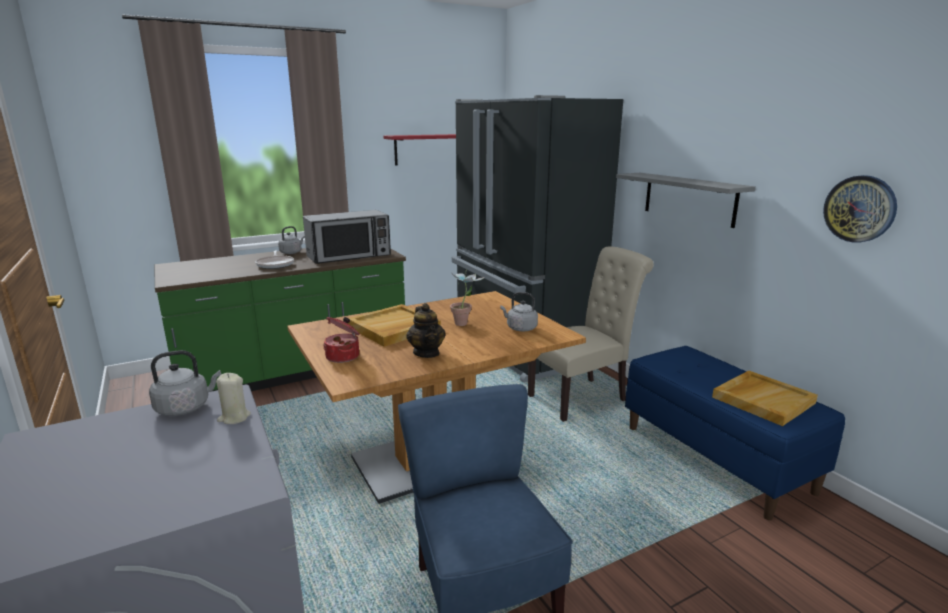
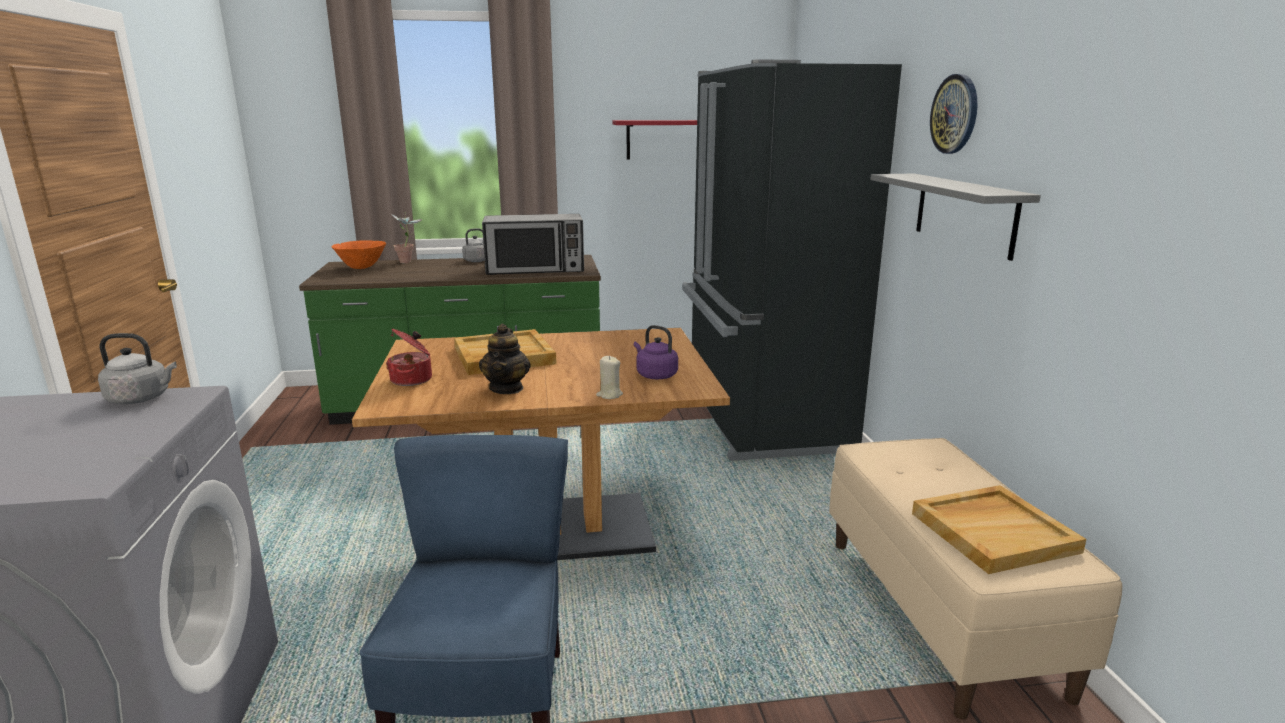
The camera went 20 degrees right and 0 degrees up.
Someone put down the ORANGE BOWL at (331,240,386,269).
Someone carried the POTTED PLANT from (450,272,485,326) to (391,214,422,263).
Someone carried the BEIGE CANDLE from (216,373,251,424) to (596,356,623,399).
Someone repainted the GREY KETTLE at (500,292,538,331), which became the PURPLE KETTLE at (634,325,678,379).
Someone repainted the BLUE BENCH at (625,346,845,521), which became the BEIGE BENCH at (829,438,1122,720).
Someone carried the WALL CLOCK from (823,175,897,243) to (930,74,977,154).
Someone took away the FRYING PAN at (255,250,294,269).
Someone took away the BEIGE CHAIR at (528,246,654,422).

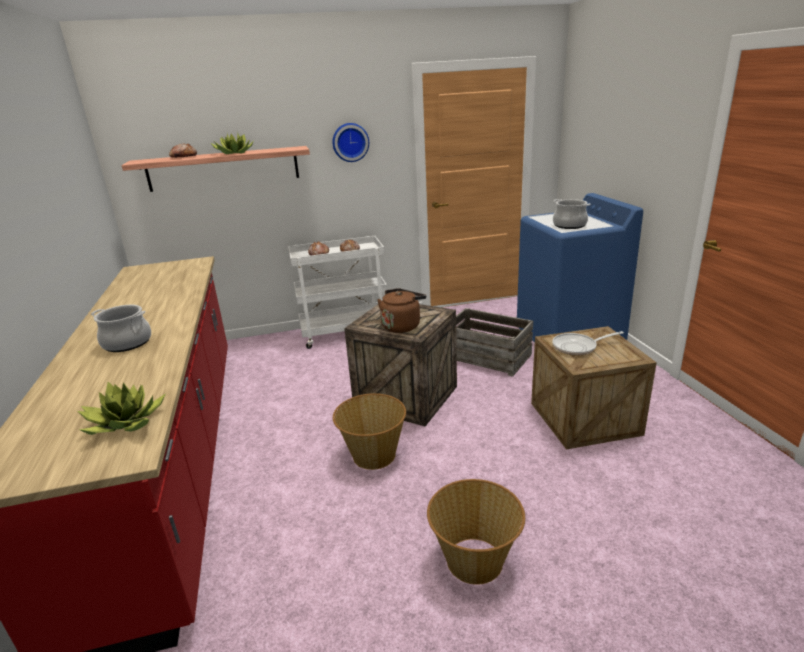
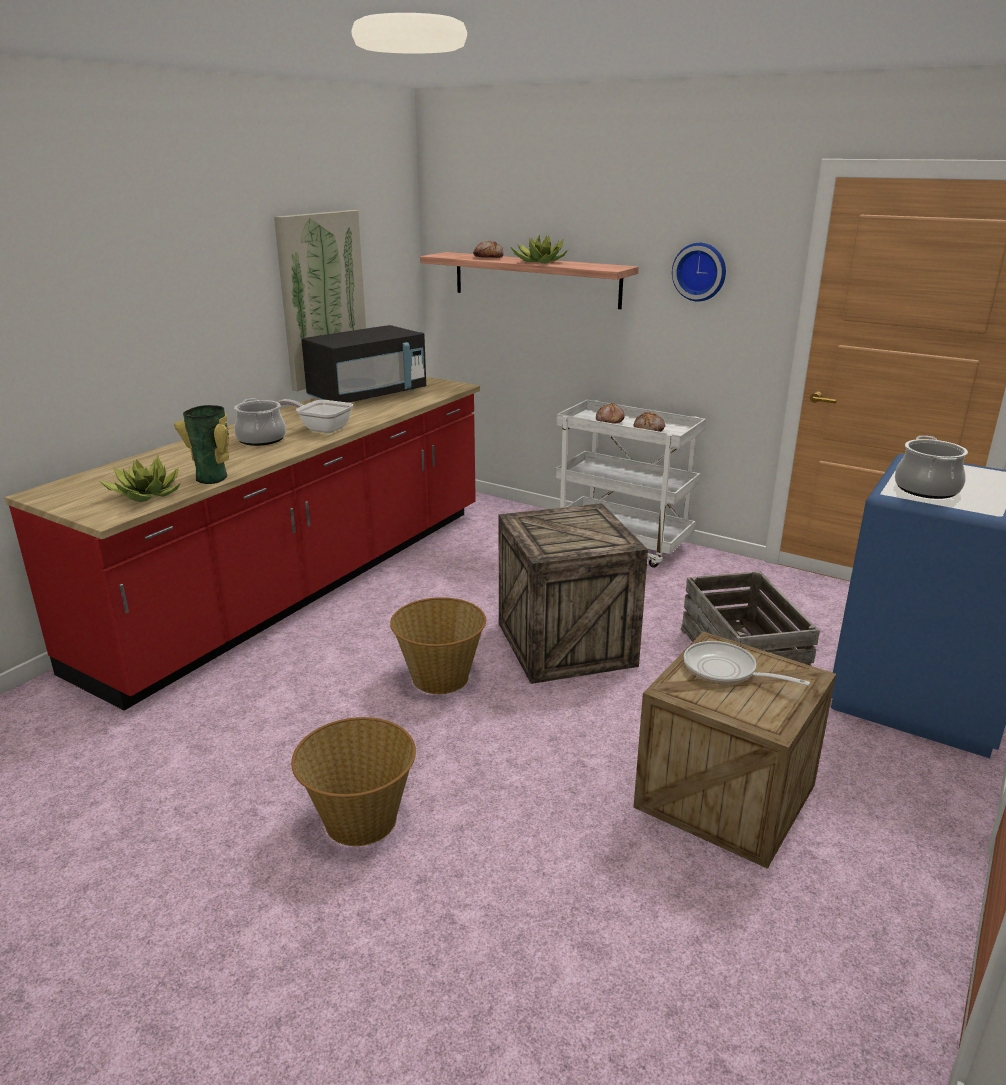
The camera went 45 degrees right and 0 degrees up.
Someone put down the VASE at (174,405,229,484).
Someone put up the PICTURE at (274,210,366,391).
Someone put down the FRYING PAN at (278,399,353,433).
Someone put down the BLACK MICROWAVE at (301,325,426,403).
Someone took away the BROWN KETTLE at (377,288,426,333).

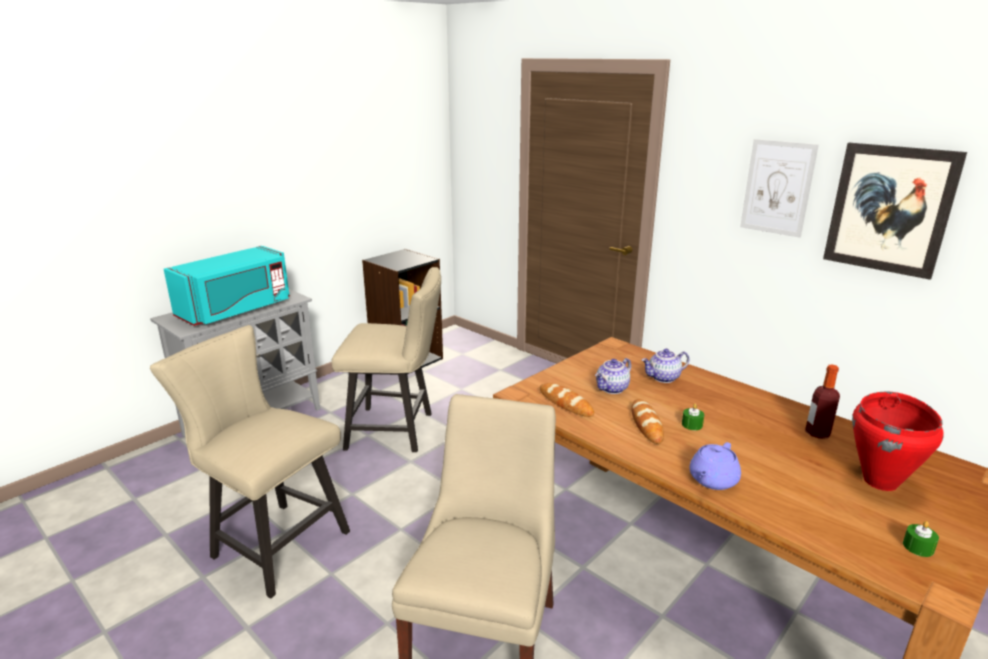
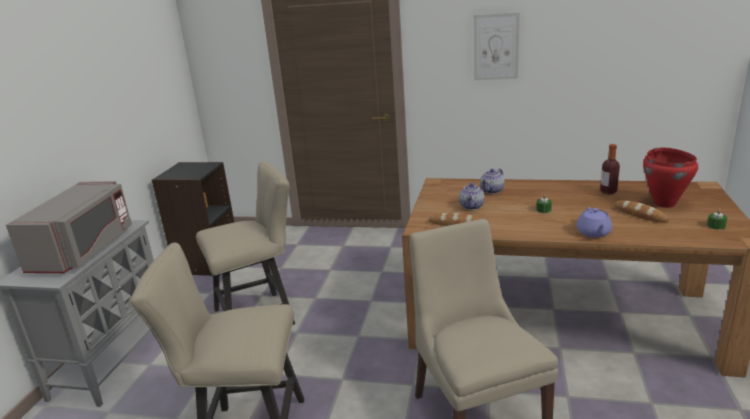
The camera went 30 degrees left and 0 degrees up.
Someone repainted the TURQUOISE MICROWAVE at (164,246,290,326), which became the GREY MICROWAVE at (6,181,132,273).
Someone carried the BREAD from (631,399,664,444) to (614,200,669,223).
Someone took away the PICTURE at (823,143,967,280).

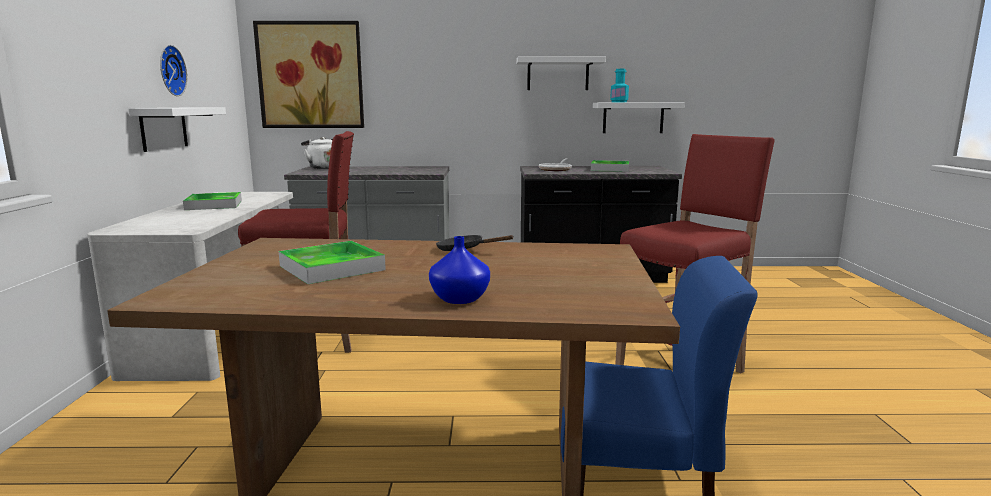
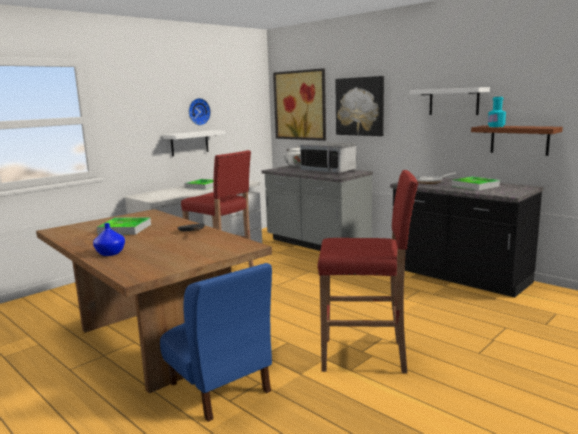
The camera went 45 degrees right and 0 degrees up.
Someone put down the MICROWAVE at (300,142,356,174).
Someone put up the PICTURE at (335,76,384,136).
Someone repainted the WHITE SHELF at (593,103,685,133), which became the BROWN SHELF at (471,126,563,156).

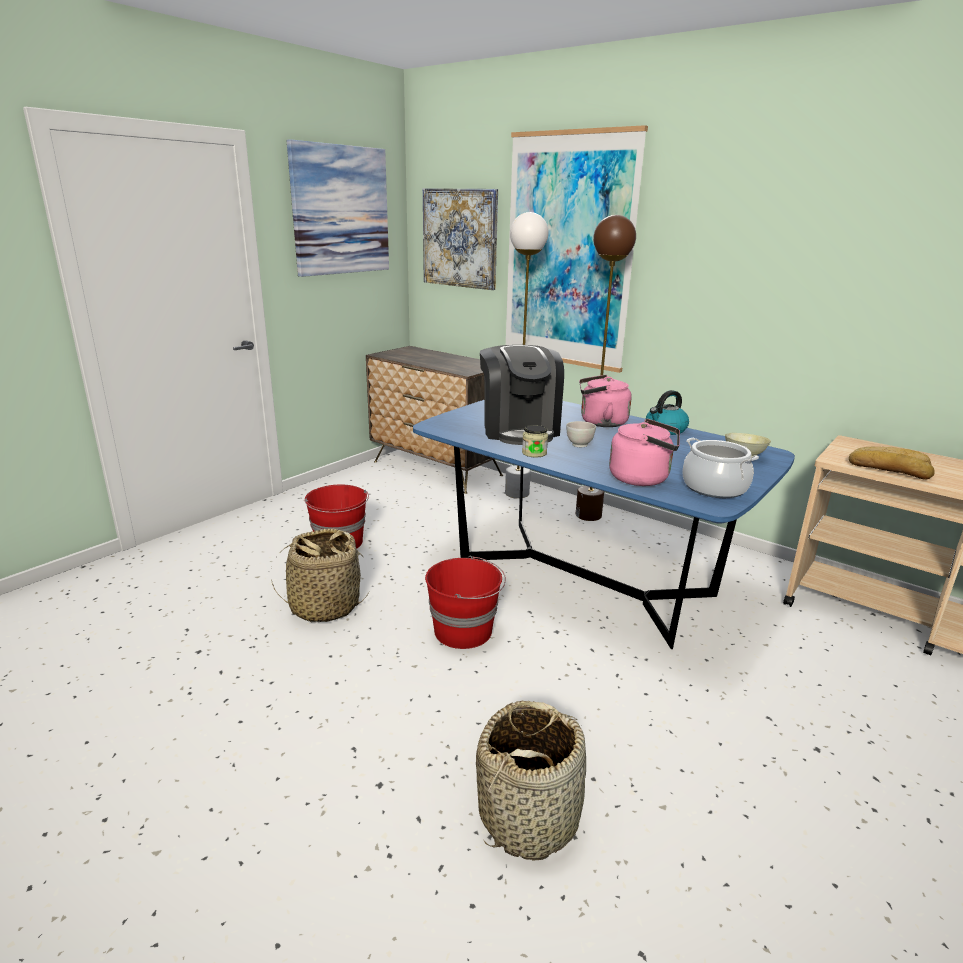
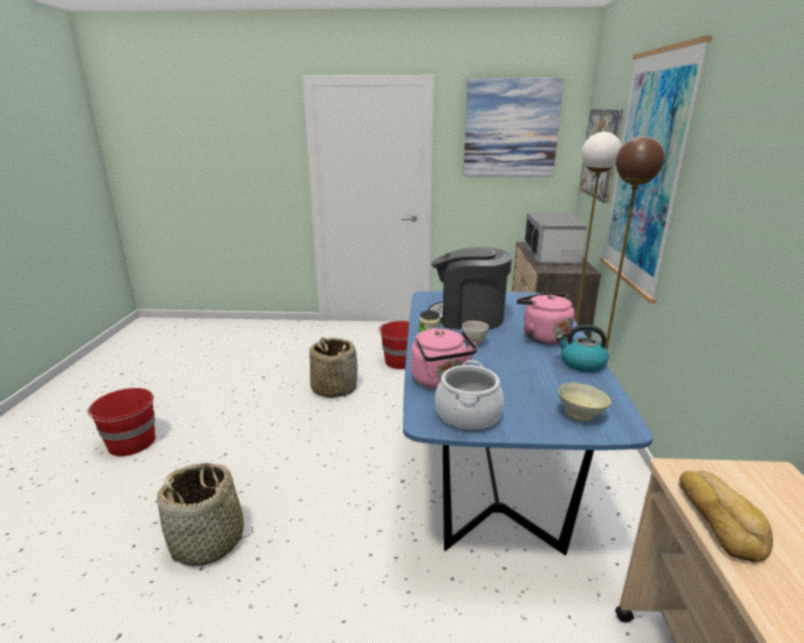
The camera went 55 degrees right and 0 degrees up.
Someone carried the RED BUCKET from (425,556,506,649) to (87,388,155,456).
Someone rotated the COFFEE MACHINE at (480,345,564,445) by 60 degrees clockwise.
Someone put down the MICROWAVE at (524,212,587,263).

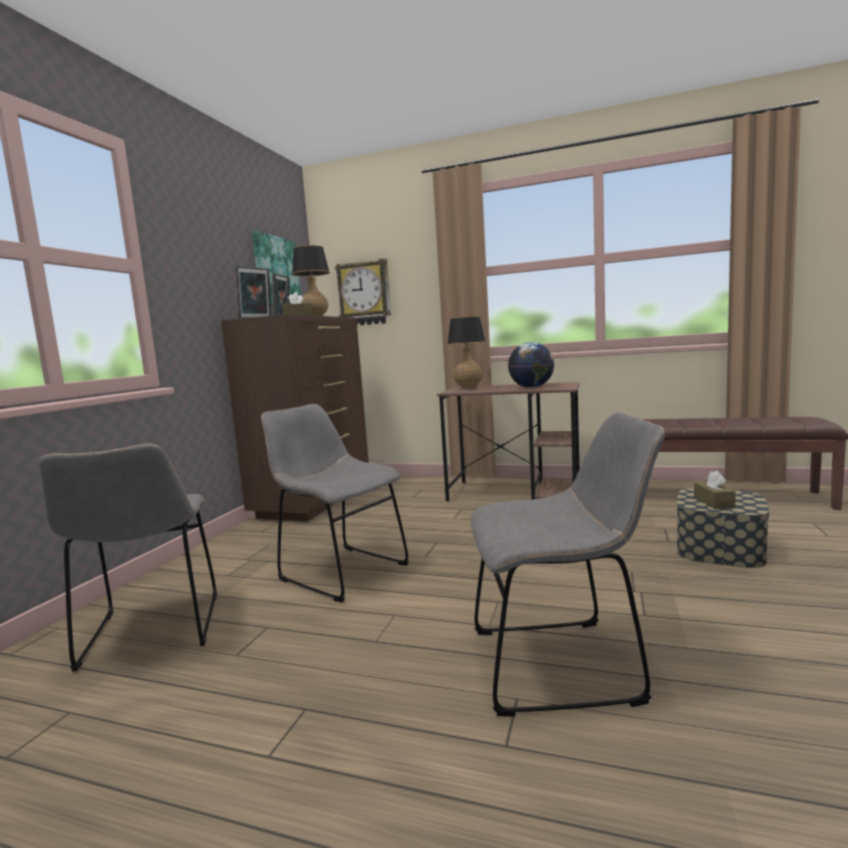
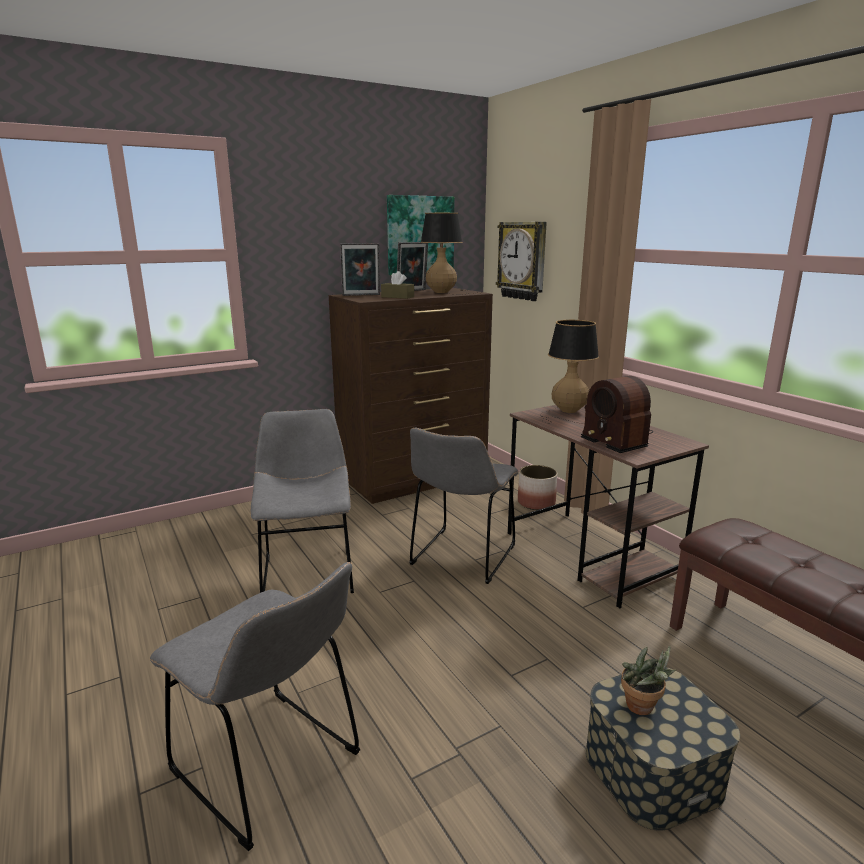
The camera went 40 degrees right and 10 degrees up.
Someone carried the GREY CHAIR from (39,443,217,672) to (409,428,519,584).
Someone put down the PLANTER at (518,465,557,510).
Someone swapped the GLOBE at (508,342,554,388) for the RADIO at (581,376,653,453).
Someone swapped the BROWN TISSUE BOX at (694,470,736,509) for the POTTED PLANT at (621,646,676,715).

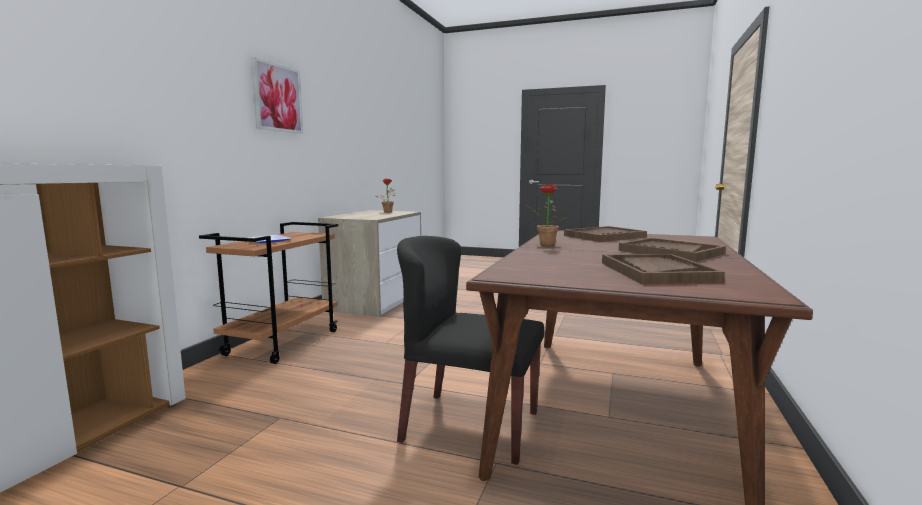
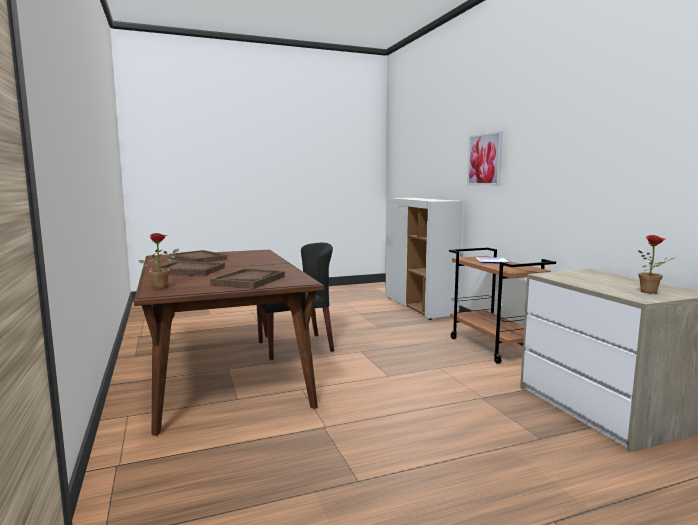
The camera went 140 degrees right and 0 degrees up.
Someone carried the POTTED PLANT from (525,184,568,246) to (139,233,179,289).
Someone carried the PICTURE from (252,57,303,134) to (467,131,503,186).

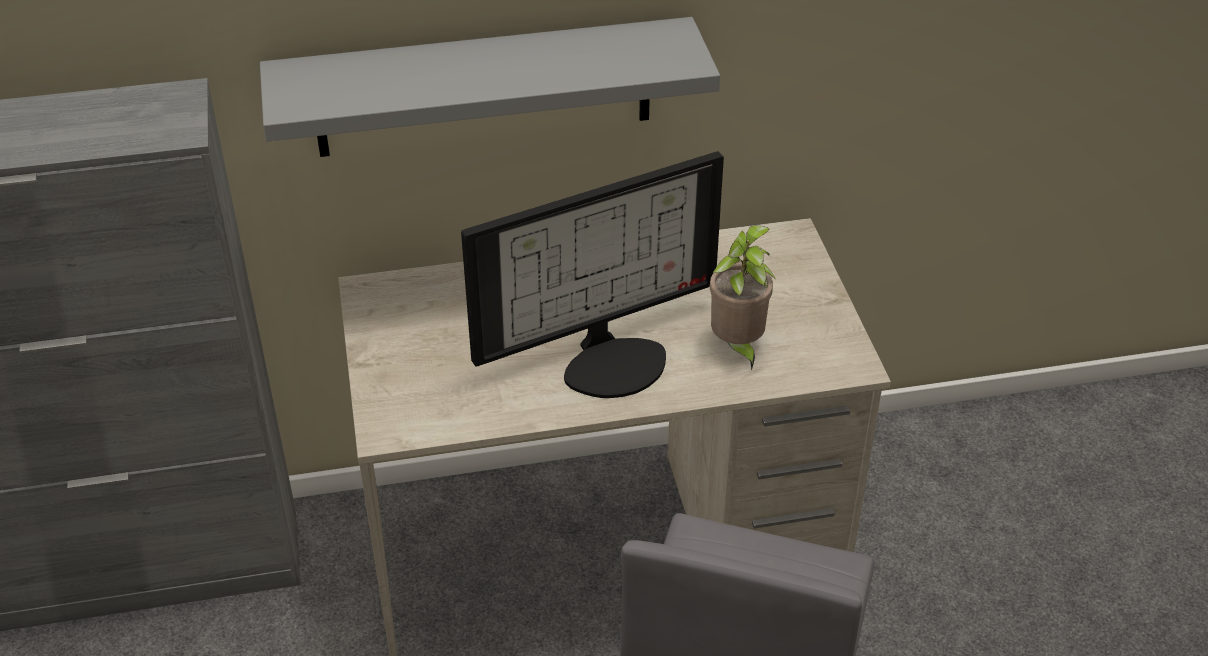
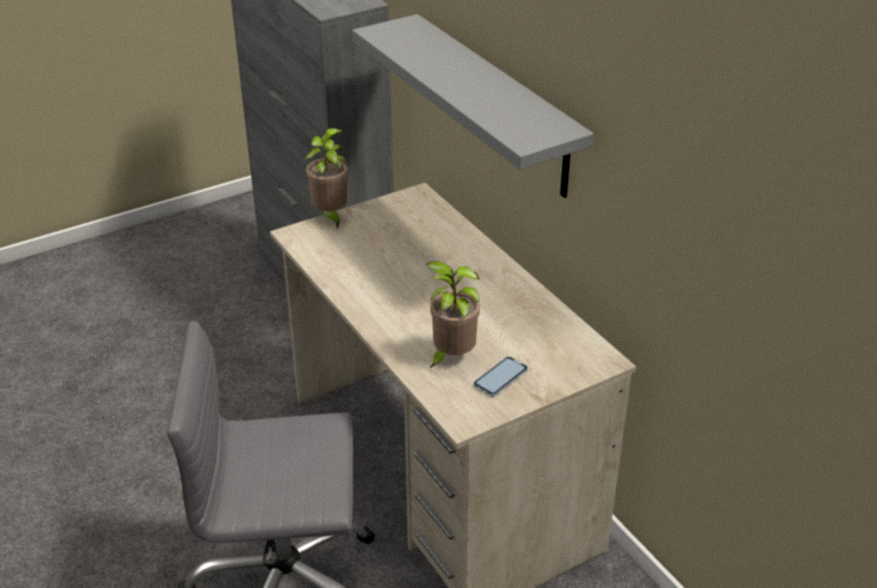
The camera went 70 degrees right and 5 degrees down.
Someone put down the POTTED PLANT at (305,128,349,229).
Someone put down the PHONE at (473,357,528,397).
Someone took away the MONITOR at (461,151,724,398).

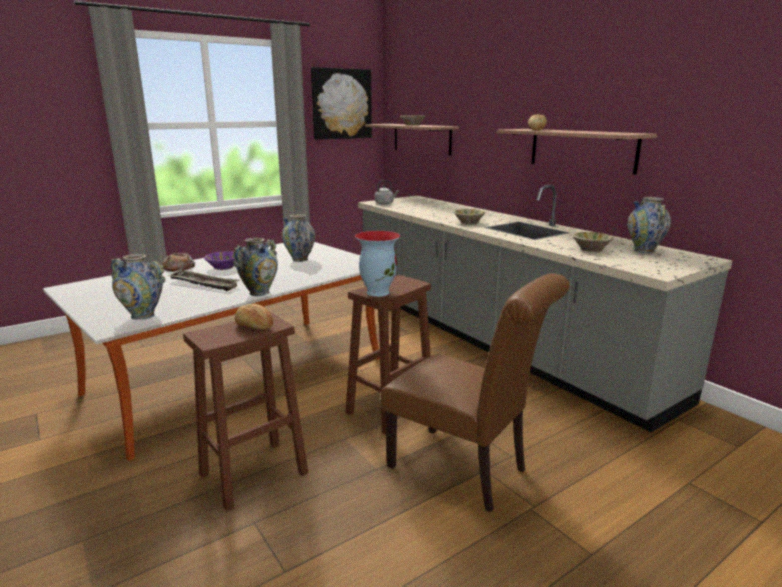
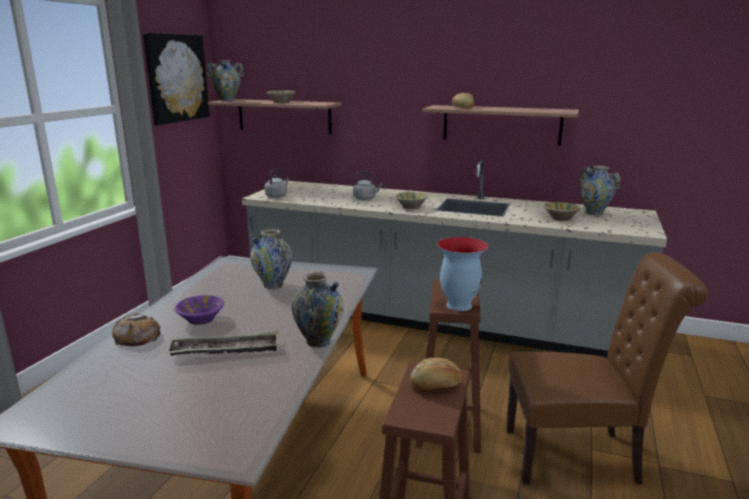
The camera went 35 degrees left and 0 degrees up.
Someone carried the VASE from (111,254,165,320) to (206,60,244,101).
Someone put down the GREY KETTLE at (353,171,382,200).

